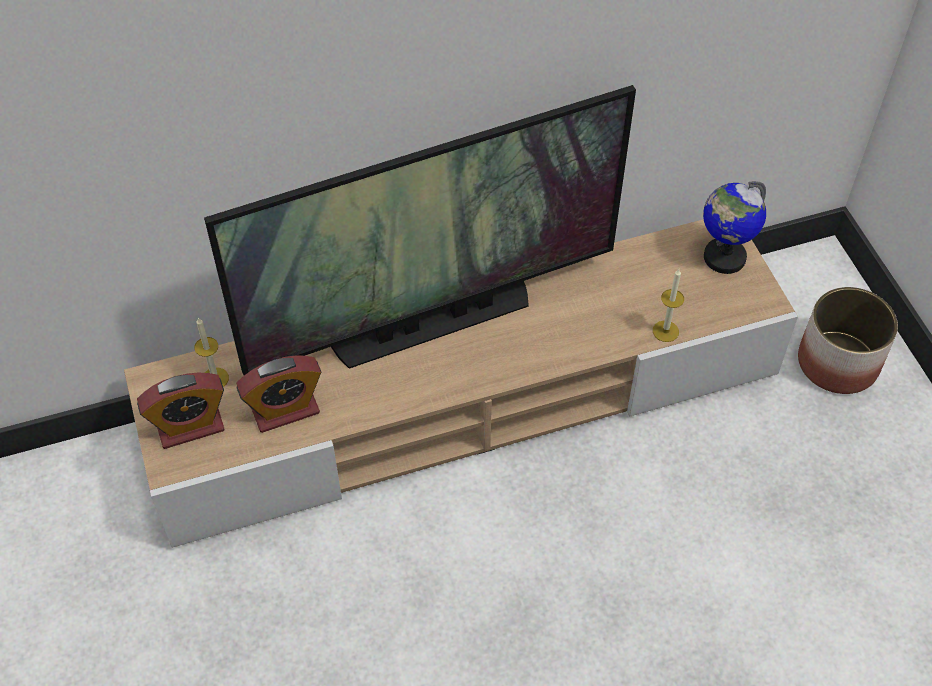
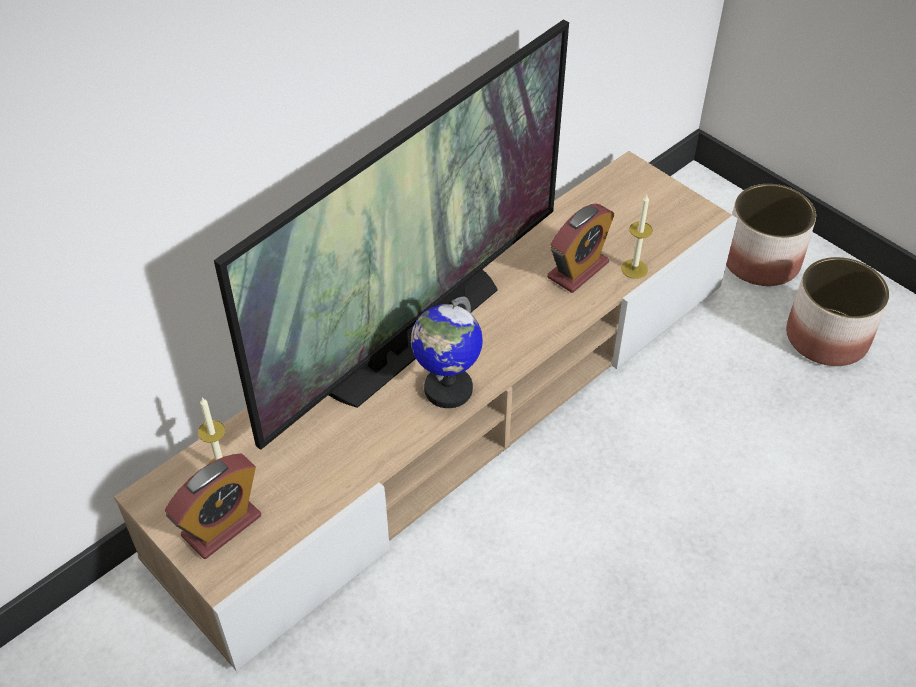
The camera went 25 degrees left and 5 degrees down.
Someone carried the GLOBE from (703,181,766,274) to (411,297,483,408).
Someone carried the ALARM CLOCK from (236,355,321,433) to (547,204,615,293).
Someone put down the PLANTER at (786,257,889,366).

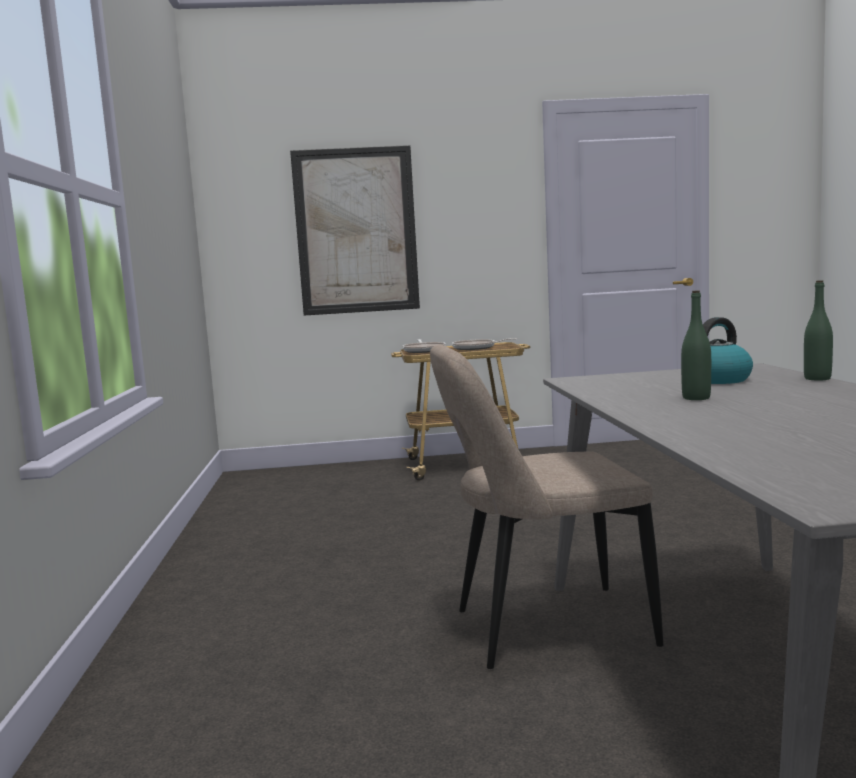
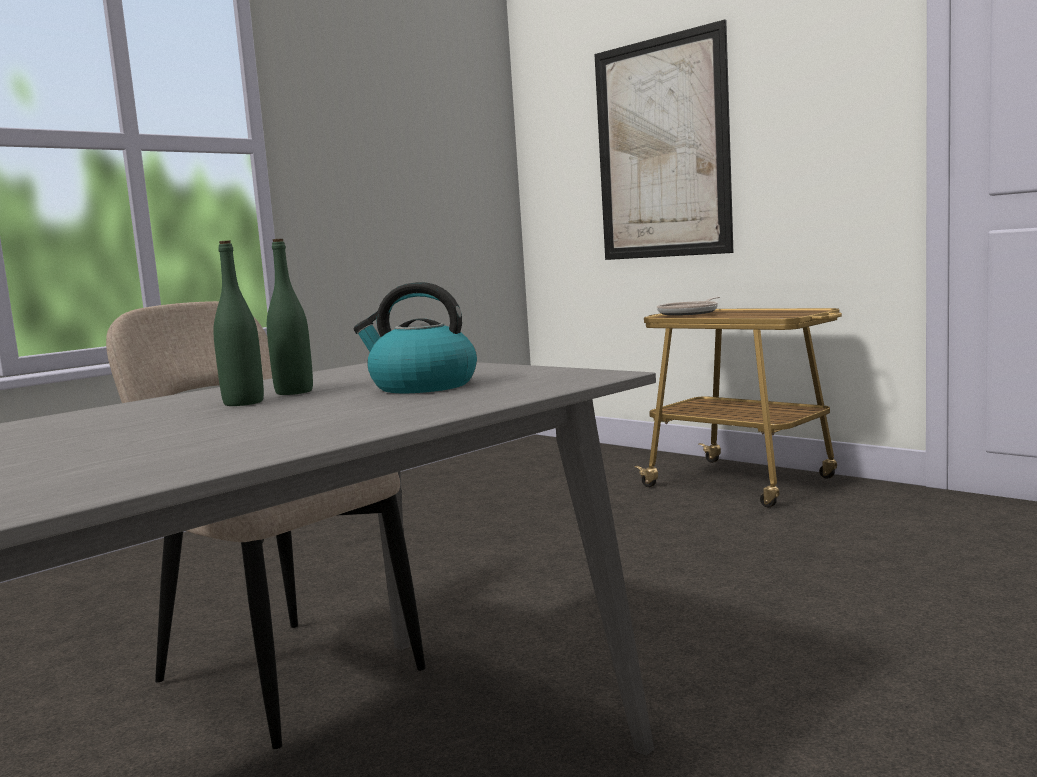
The camera went 50 degrees right and 0 degrees up.
Someone carried the GREEN BOTTLE from (804,280,833,381) to (267,239,313,395).
Someone took away the FRYING PAN at (452,338,517,350).

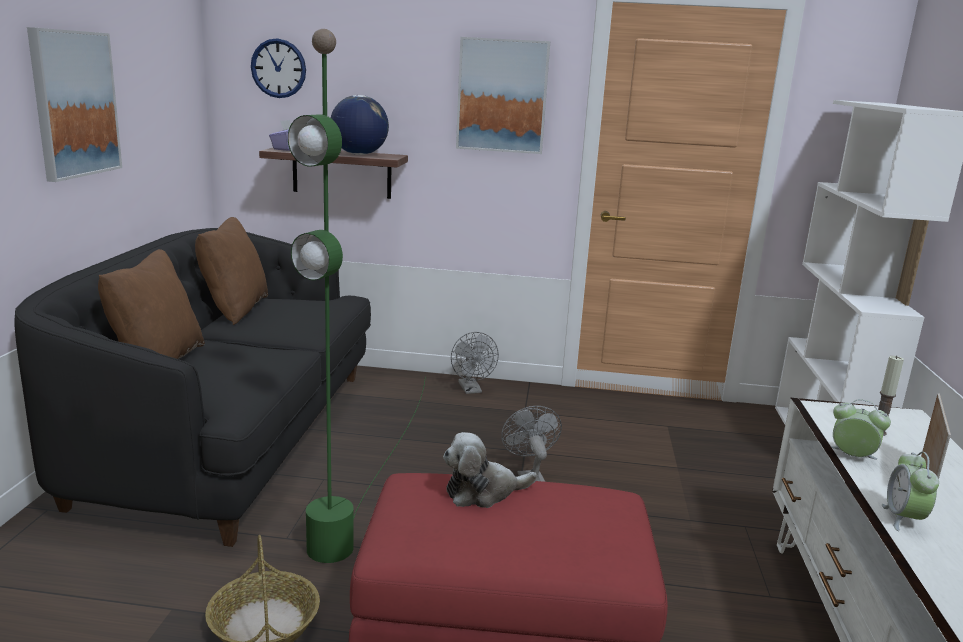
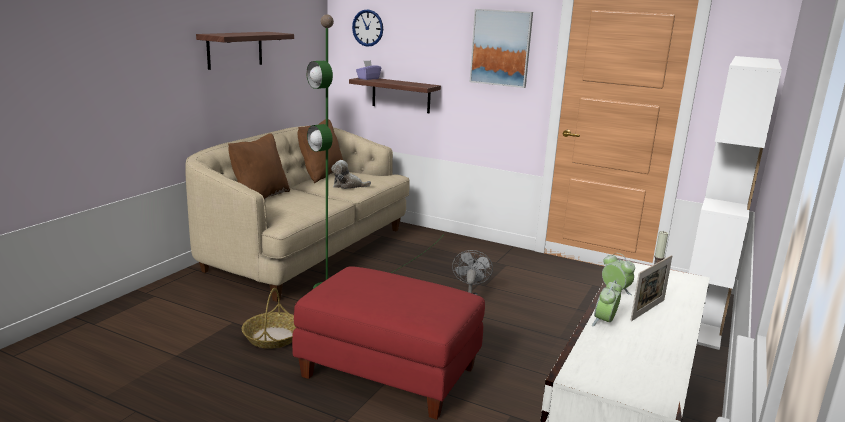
The camera went 20 degrees right and 0 degrees up.
Someone repainted the BLACK SOFA at (15,228,371,547), which became the BEIGE SOFA at (185,126,409,302).
Someone swapped the PICTURE at (27,27,122,182) for the SHELF at (196,32,294,70).
Someone carried the PLUSH TOY from (443,432,537,508) to (331,160,371,189).
Someone took away the GLOBE at (331,95,389,155).
Someone took away the GREY FAN at (451,332,499,394).

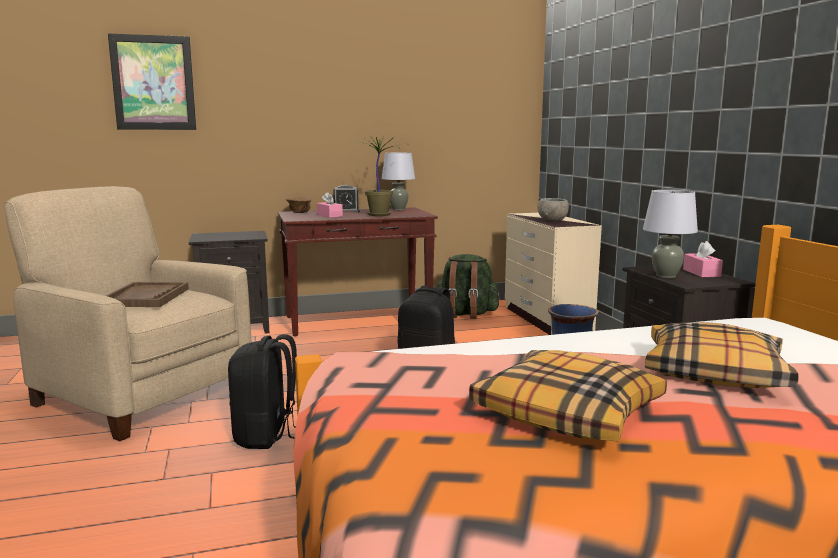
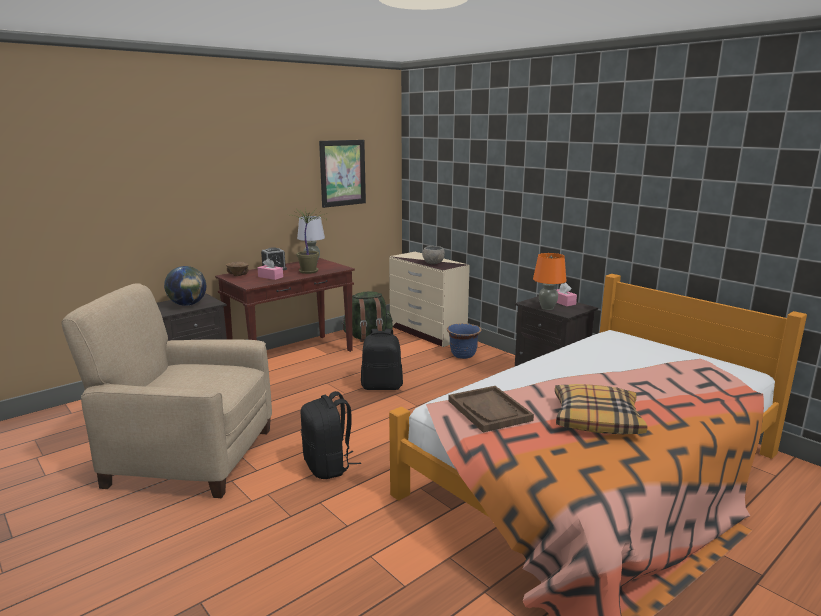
The camera went 25 degrees left and 5 degrees up.
Someone put down the GLOBE at (164,266,206,306).
Someone carried the PICTURE from (108,33,196,130) to (319,140,366,208).
Someone carried the BROWN TRAY from (106,282,189,307) to (448,386,534,433).
Someone repainted the GREY TABLE LAMP at (643,190,698,278), which became the ORANGE TABLE LAMP at (533,253,567,310).
Someone took away the PILLOW at (645,322,799,388).

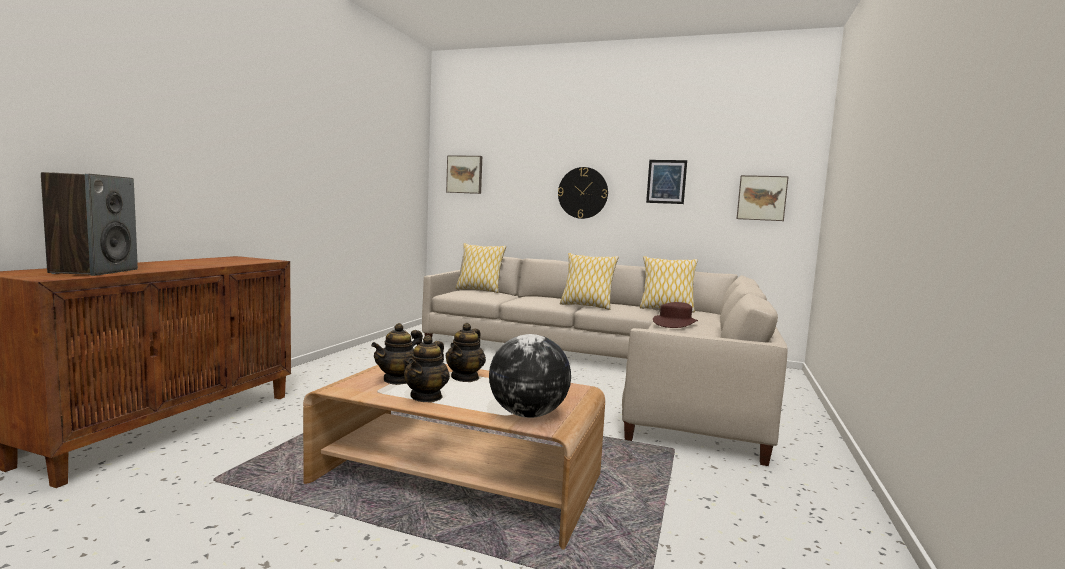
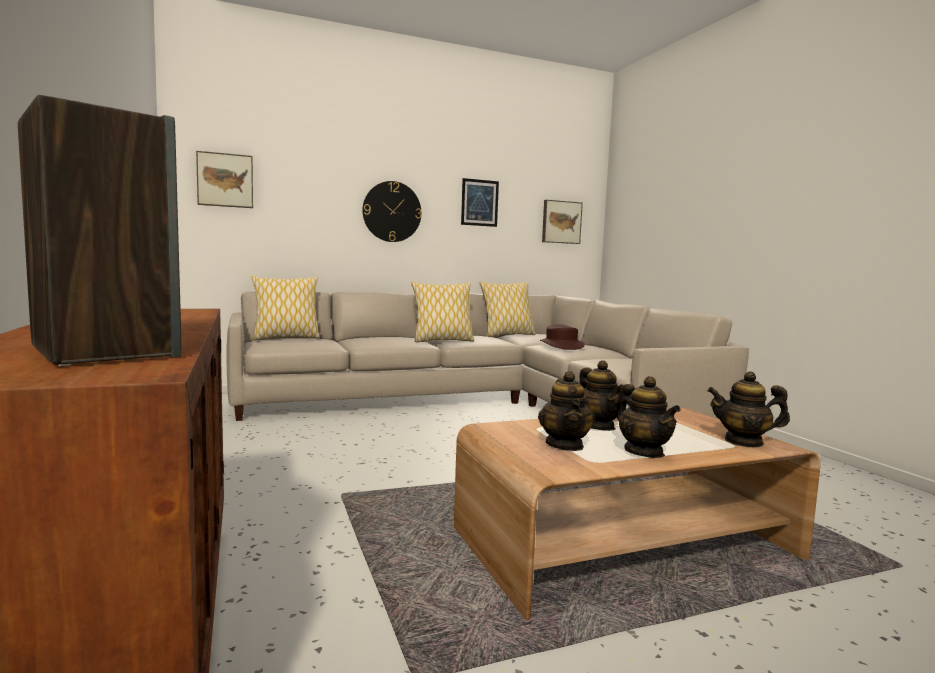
The camera went 40 degrees left and 0 degrees up.
Someone swapped the GLOBE at (489,334,571,418) for the TEAPOT at (707,371,790,448).

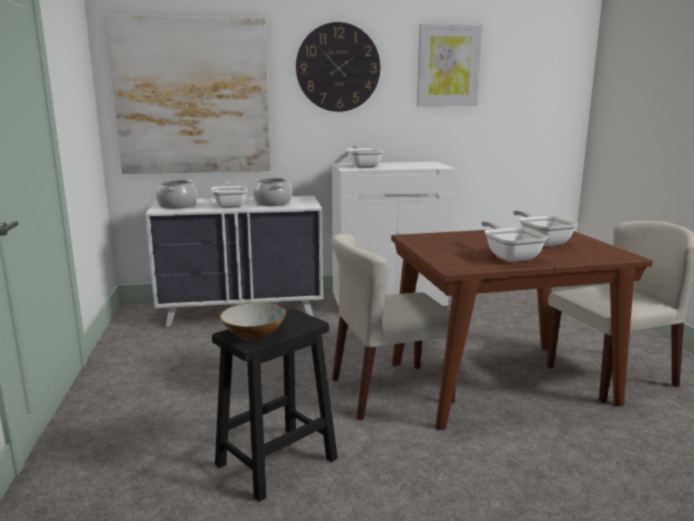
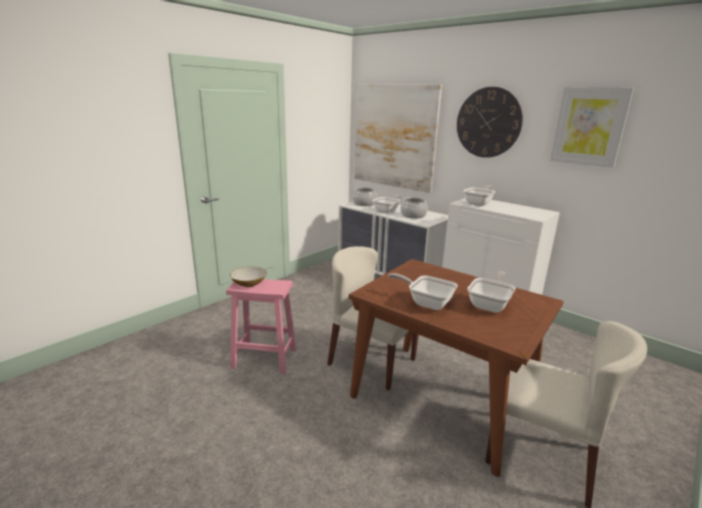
The camera went 50 degrees right and 5 degrees up.
Someone repainted the BLACK STOOL at (212,309,338,502), which became the PINK STOOL at (226,279,296,374).
Someone rotated the FRYING PAN at (481,221,548,262) by 90 degrees counterclockwise.

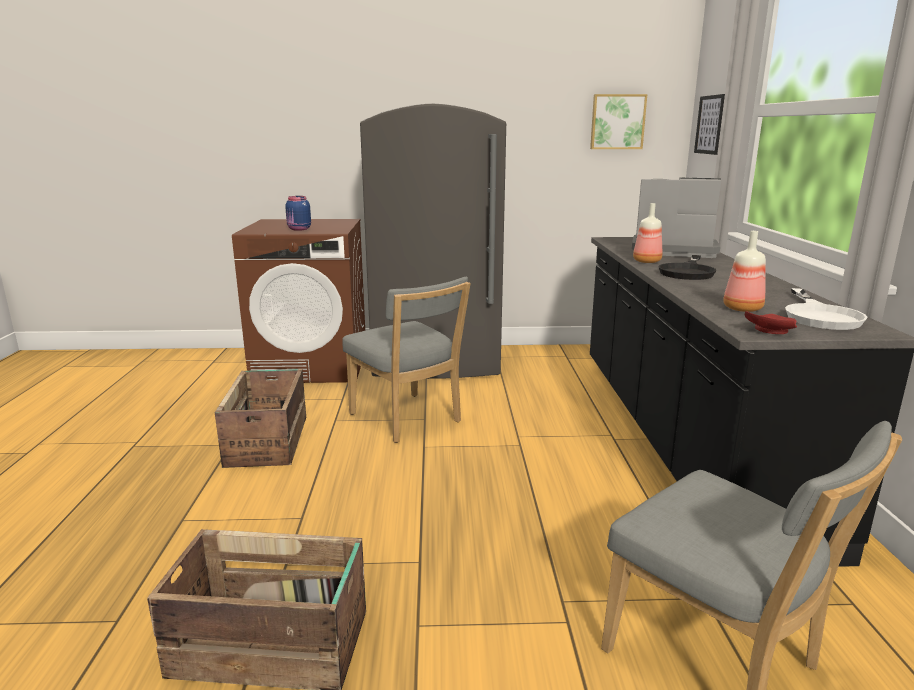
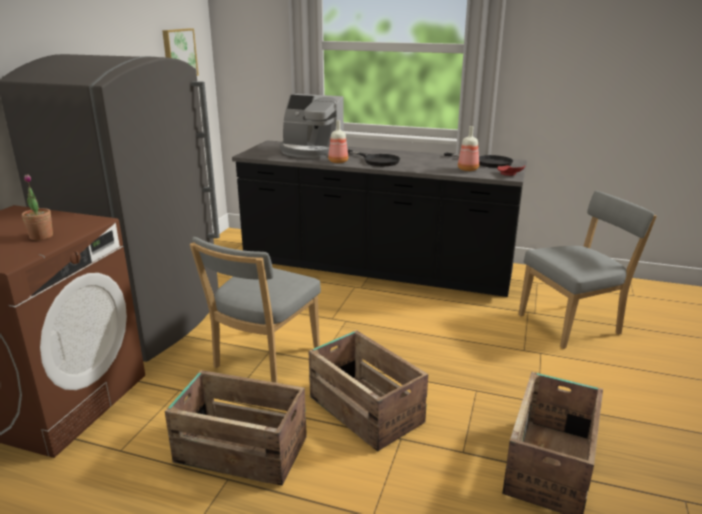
The camera went 70 degrees left and 5 degrees up.
Someone swapped the BLUE JAR at (285,196,311,231) for the POTTED PLANT at (22,174,53,240).
Someone rotated the GREY CHAIR at (342,277,471,443) by 135 degrees clockwise.
Someone rotated the COFFEE MACHINE at (632,178,721,258) by 105 degrees counterclockwise.
Someone put down the CRATE at (308,330,428,451).
Someone repainted the WHITE FRYING PAN at (785,288,868,330), which became the BLACK FRYING PAN at (444,152,513,168).
Someone took away the PICTURE at (694,94,725,155).

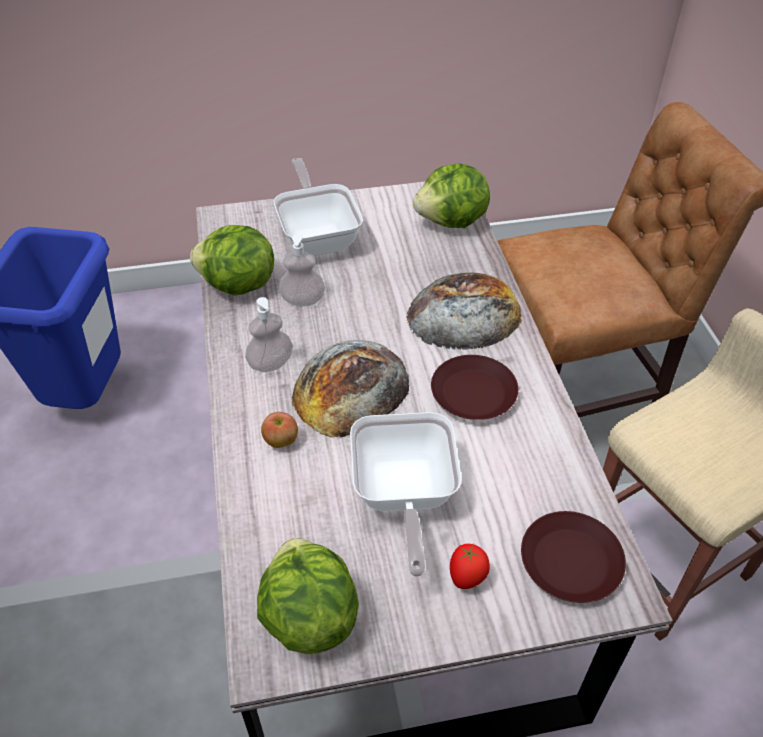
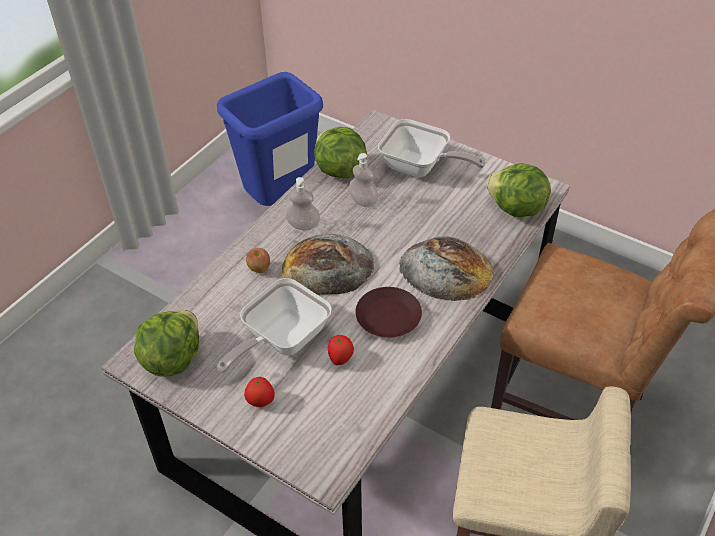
The camera went 45 degrees right and 0 degrees up.
Someone put down the TOMATO at (328,335,354,365).
Someone rotated the FRYING PAN at (274,158,363,256) by 90 degrees clockwise.
Someone took away the BROWN PLATE at (521,511,626,603).

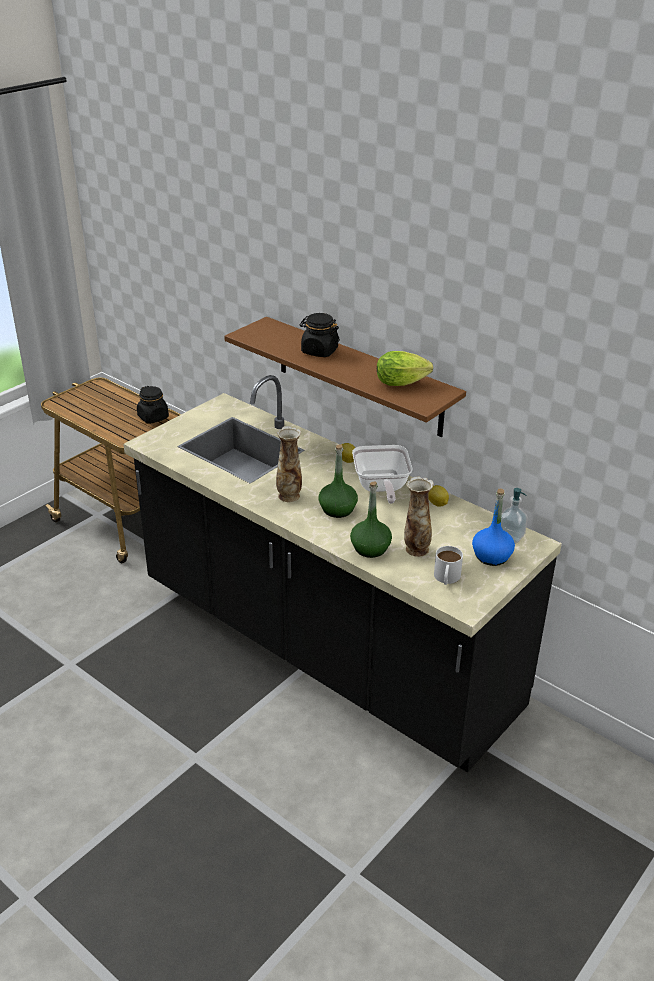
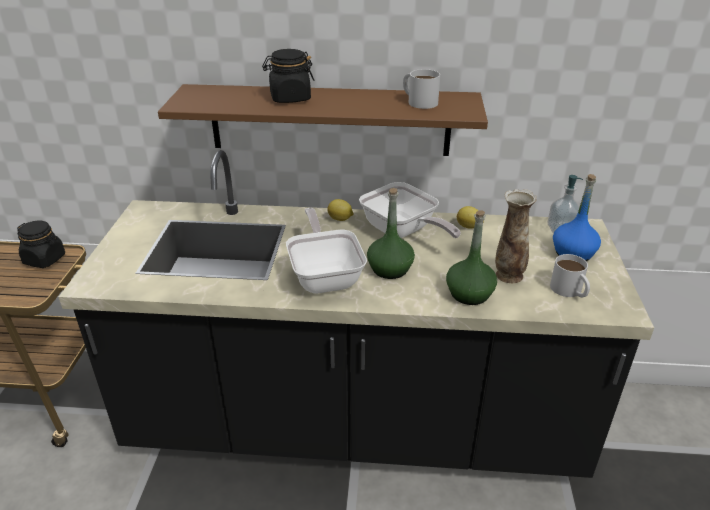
The camera went 35 degrees left and 0 degrees up.
Someone swapped the VASE at (276,426,302,502) for the FRYING PAN at (286,208,367,294).
Someone swapped the LETTUCE at (377,351,433,386) for the WHITE MUG at (403,69,440,109).

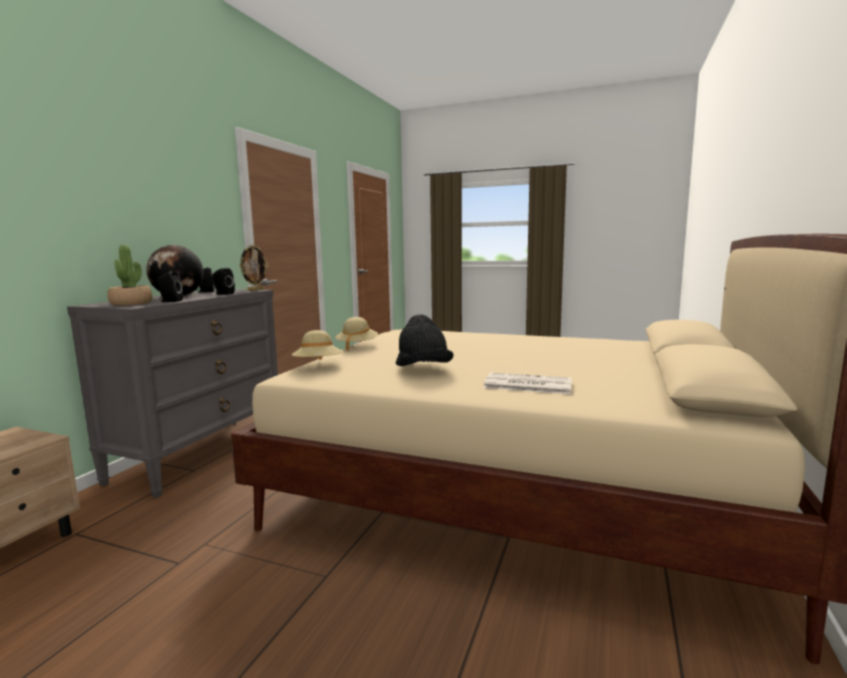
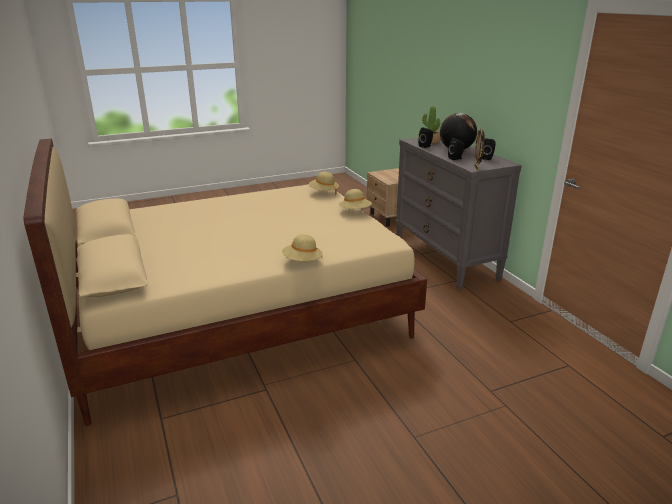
The camera went 135 degrees right and 15 degrees up.
Someone put down the BEIGE HAT at (282,234,322,261).
Someone took away the BLACK HAT at (396,314,453,366).
Someone took away the NEWSPAPER at (483,372,572,394).

